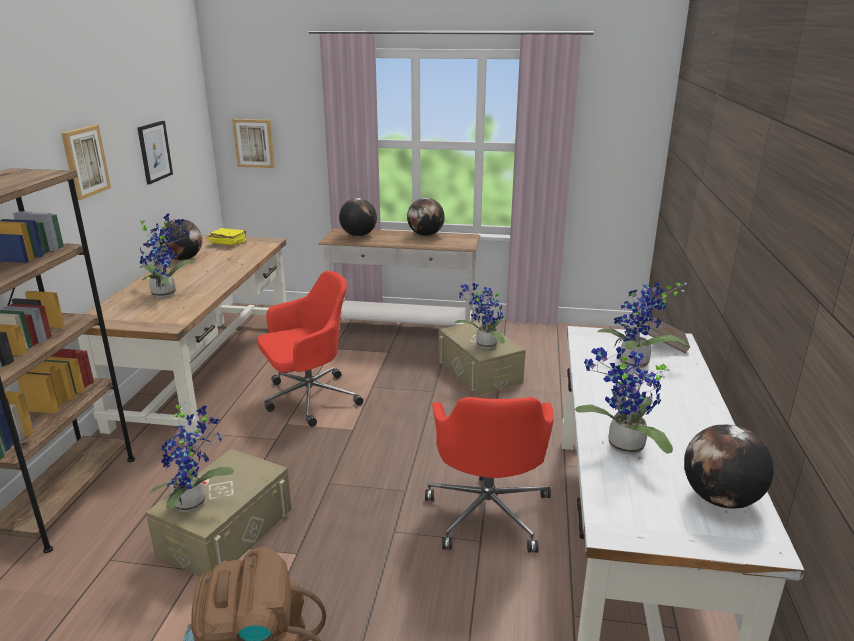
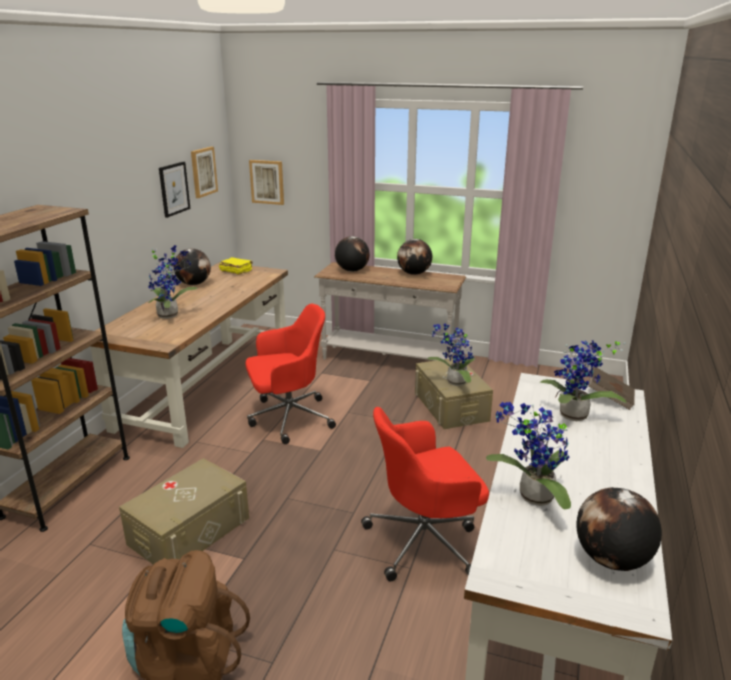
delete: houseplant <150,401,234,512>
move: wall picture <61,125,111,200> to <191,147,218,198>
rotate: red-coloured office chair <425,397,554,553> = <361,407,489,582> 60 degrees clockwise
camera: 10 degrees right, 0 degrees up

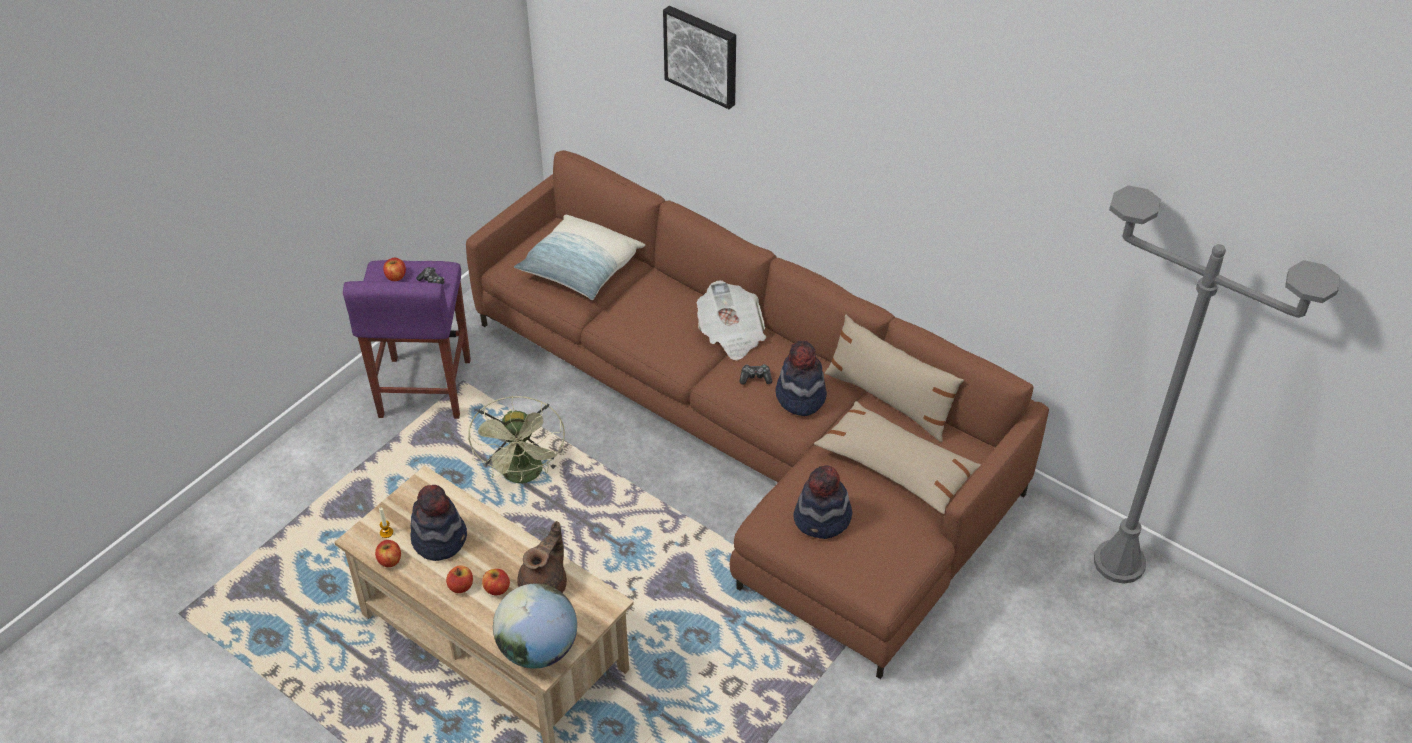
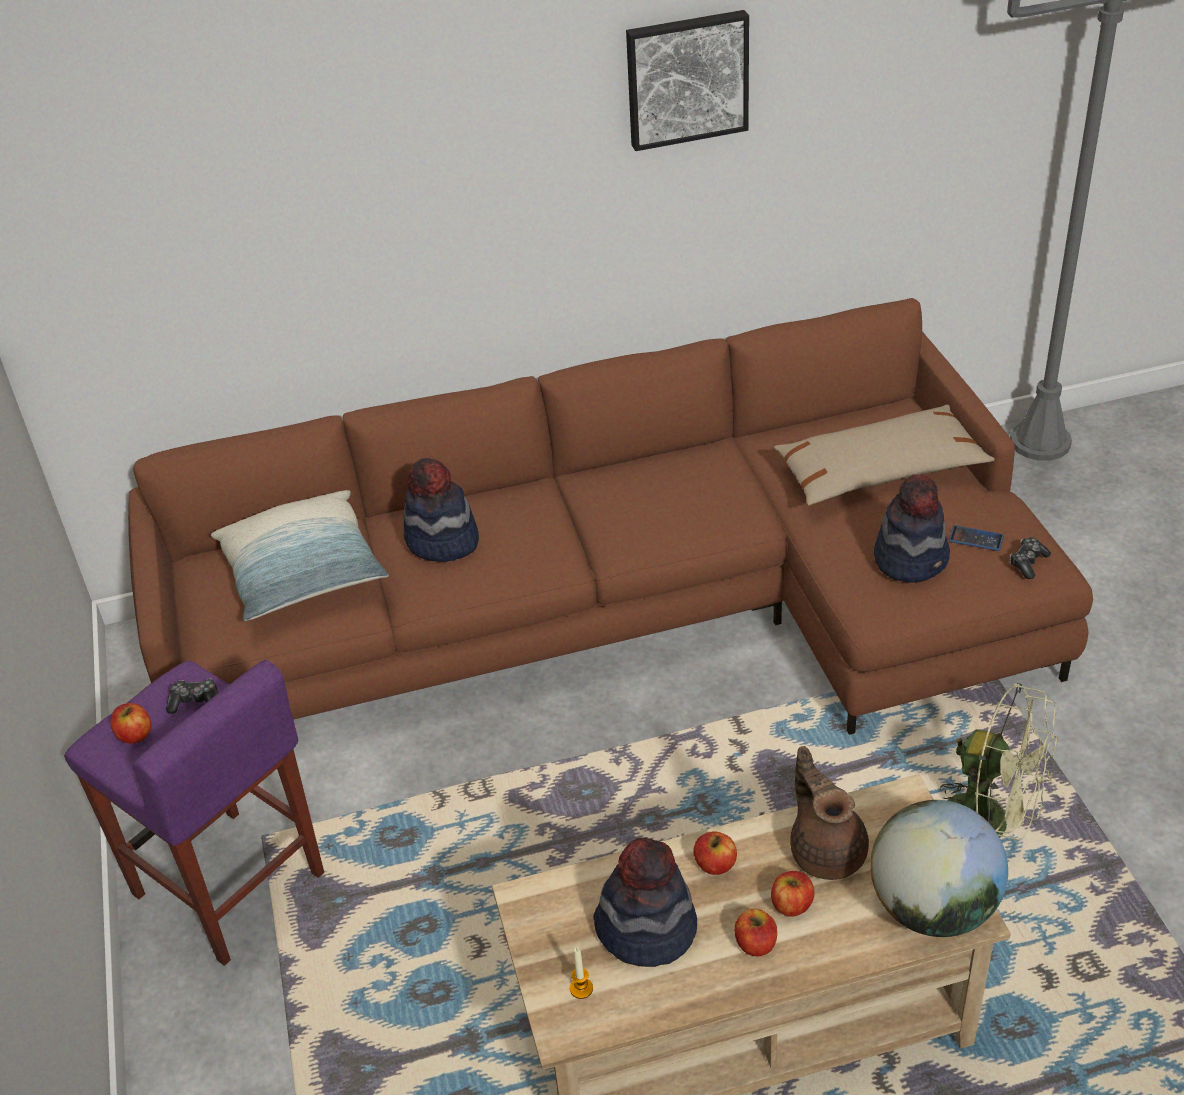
delete: newspaper <697,280,766,361>; beige cushion <825,315,964,442>
insert: handset <949,525,1004,551>
move: whole apple <375,540,401,567> to <693,831,737,875>; green-coloured fan <468,396,565,483> to <940,683,1058,841>; wall picture <663,6,736,109> to <626,10,749,151>; gamepad <740,364,772,385> to <1010,537,1051,579>; clothing hat <776,341,827,416> to <403,458,479,562>
camera: 50 degrees left, 5 degrees down

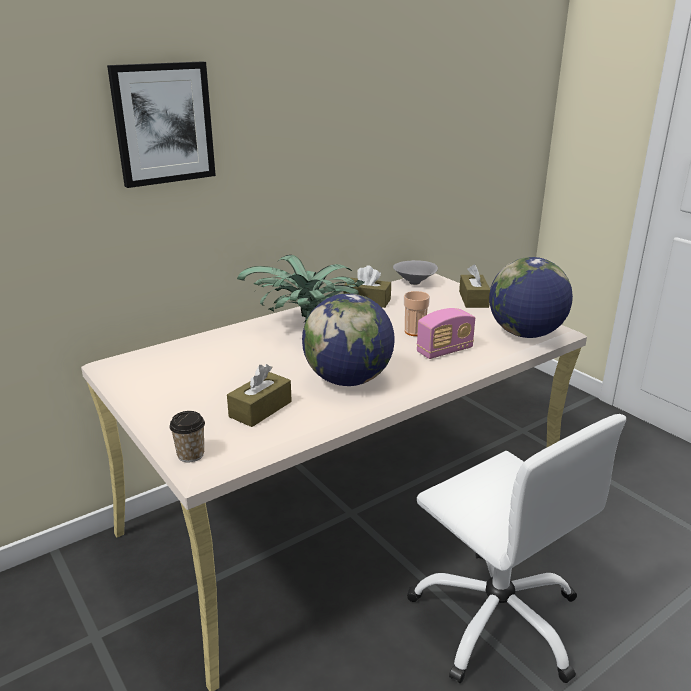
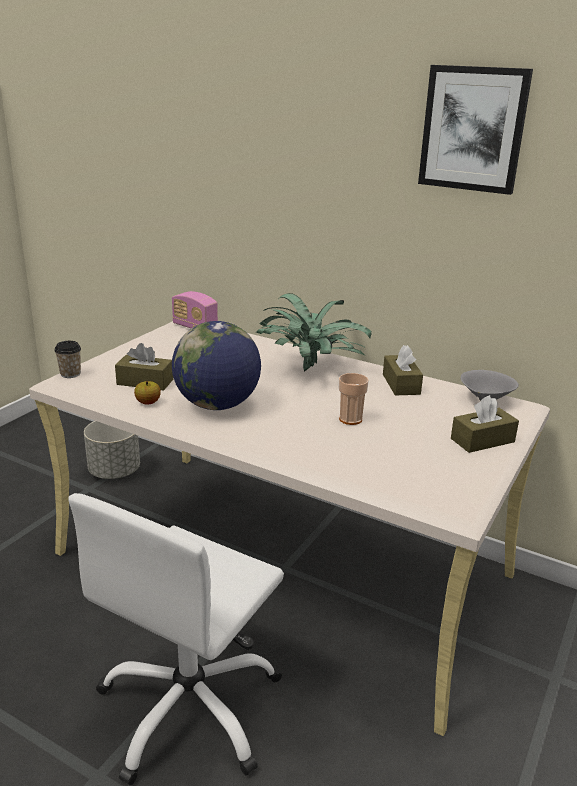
delete: world globe <489,257,573,338>
insert: greyish flower pot <84,421,140,479>; whole apple <134,381,161,405>
move: wall picture <107,61,216,188> to <418,65,533,195>; radio receiver <417,308,475,359> to <172,291,218,328>
camera: 65 degrees right, 0 degrees up

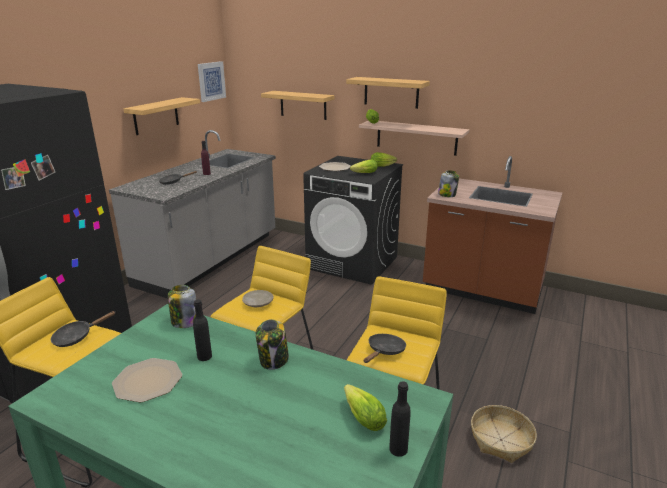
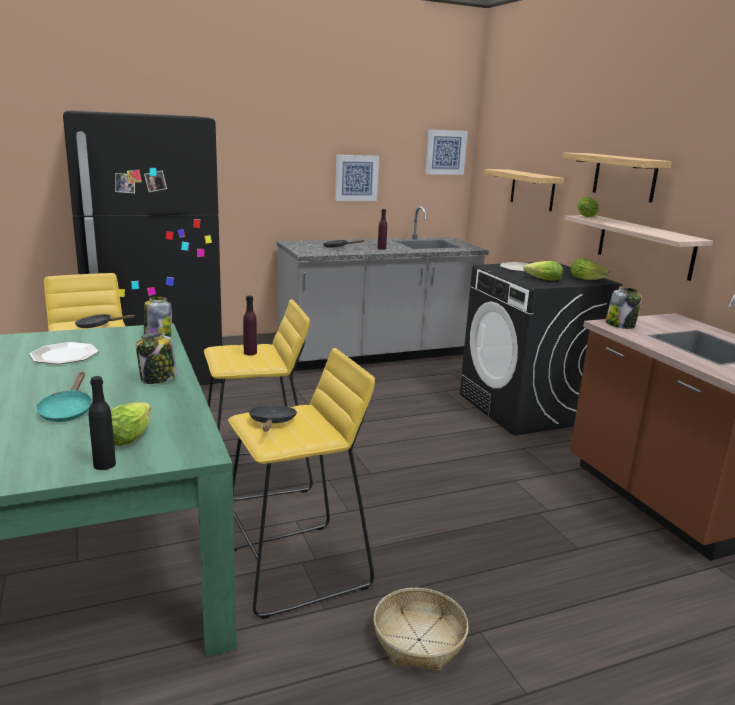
delete: blackish drink bottle <193,299,212,361>
insert: turquoise pan <36,372,92,422>
replace: bracket shelf <123,97,200,135> to wall picture <335,155,379,201>; beige dinner plate <242,290,274,307> to purple-coloured drink bottle <243,295,257,355>
rotate: blackish pan <364,334,406,363> = <248,405,297,431> 75 degrees counterclockwise
camera: 40 degrees right, 5 degrees down

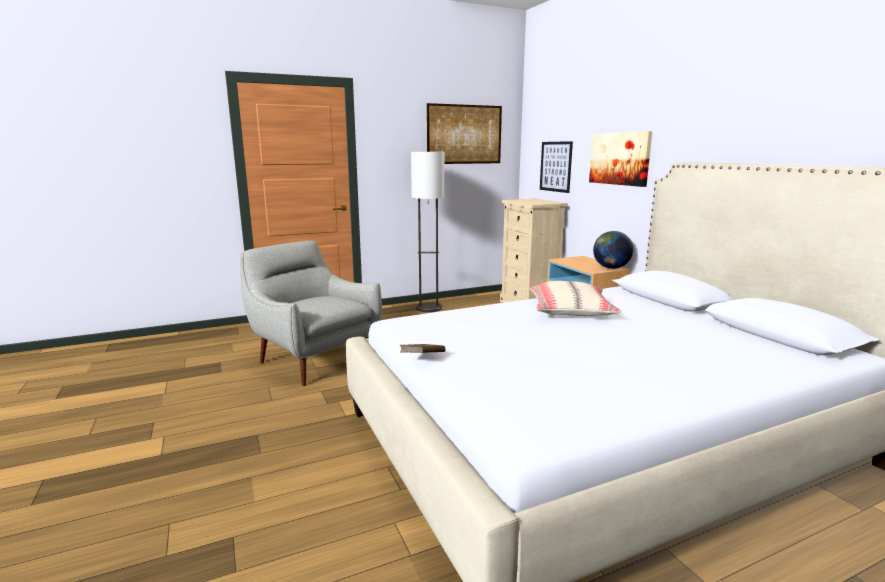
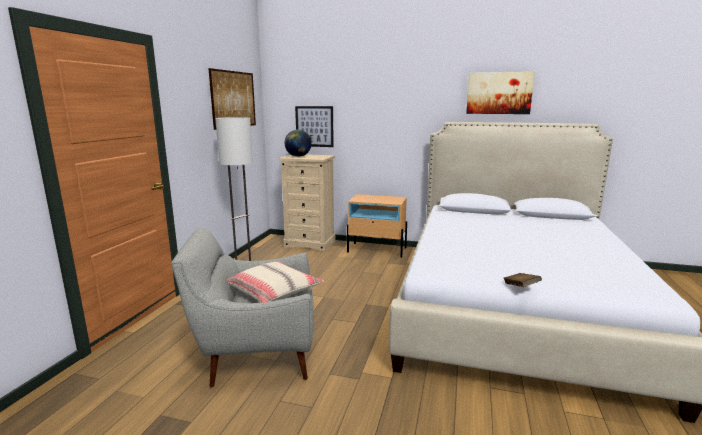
move: beige cushion <530,281,621,316> to <227,262,324,303>; wall picture <589,131,652,187> to <466,72,535,114>; world globe <593,231,633,269> to <285,130,312,157>
camera: 50 degrees left, 0 degrees up

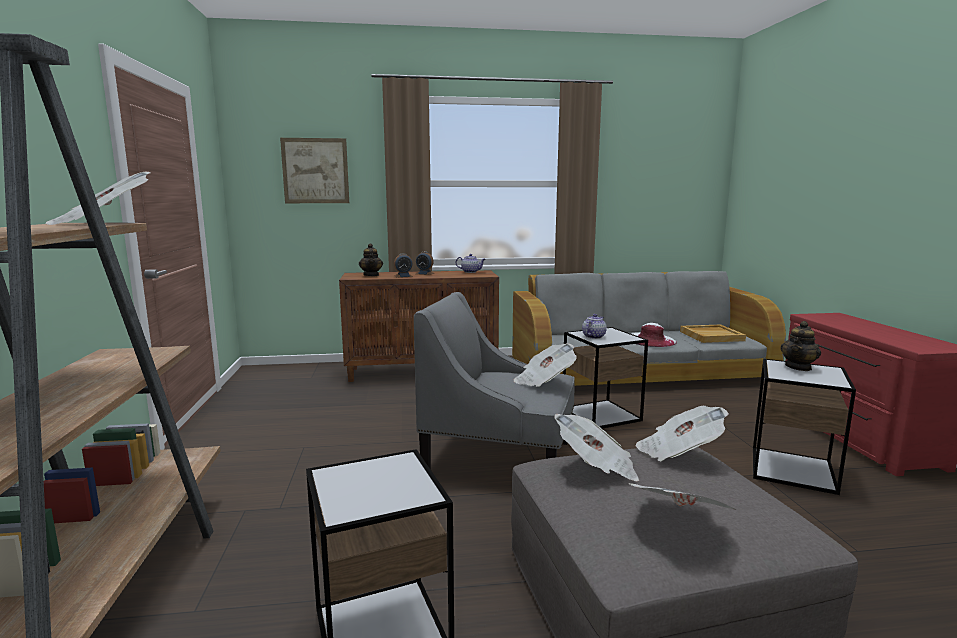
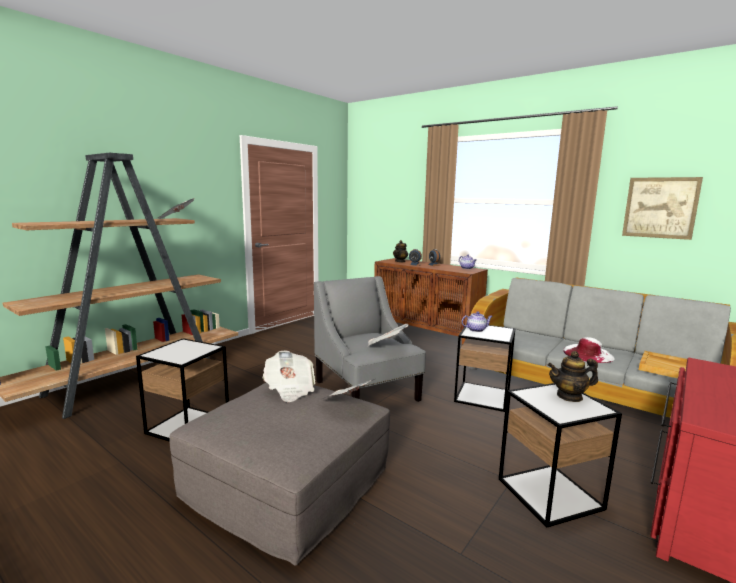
delete: newspaper <629,483,737,510>
move: wall picture <280,138,349,203> to <622,177,703,240>
camera: 45 degrees right, 0 degrees up

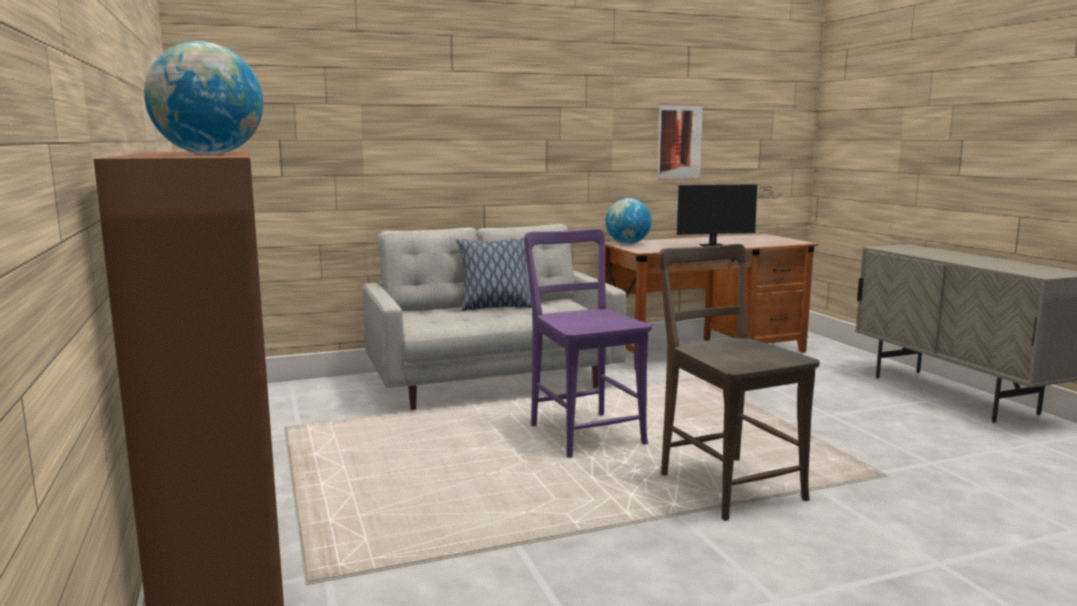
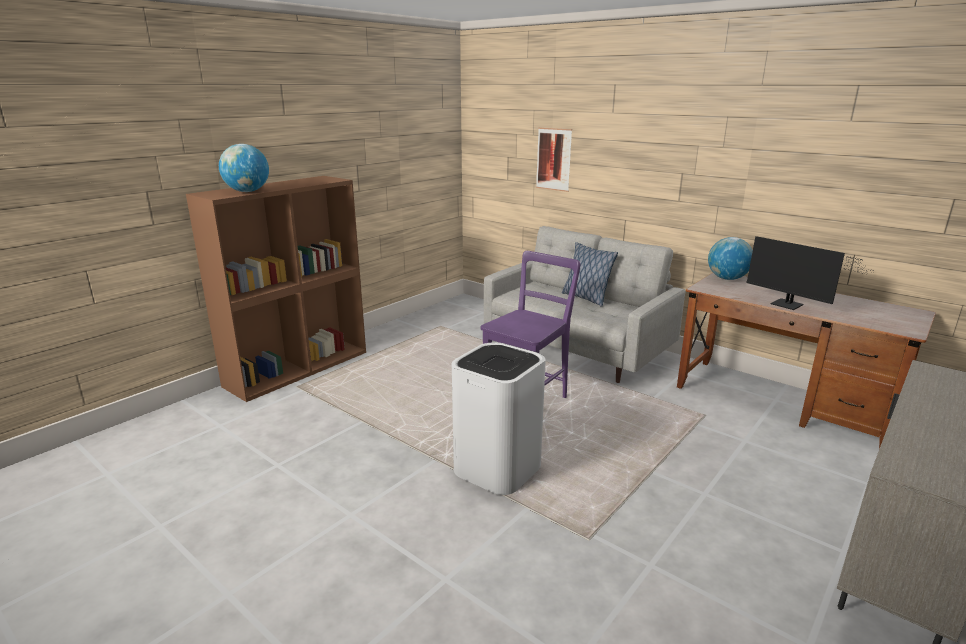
move: wall picture <657,104,703,180> to <536,128,572,192>
replace: brown chair <659,244,820,521> to whitish trash can <452,342,546,495>
camera: 60 degrees right, 10 degrees up

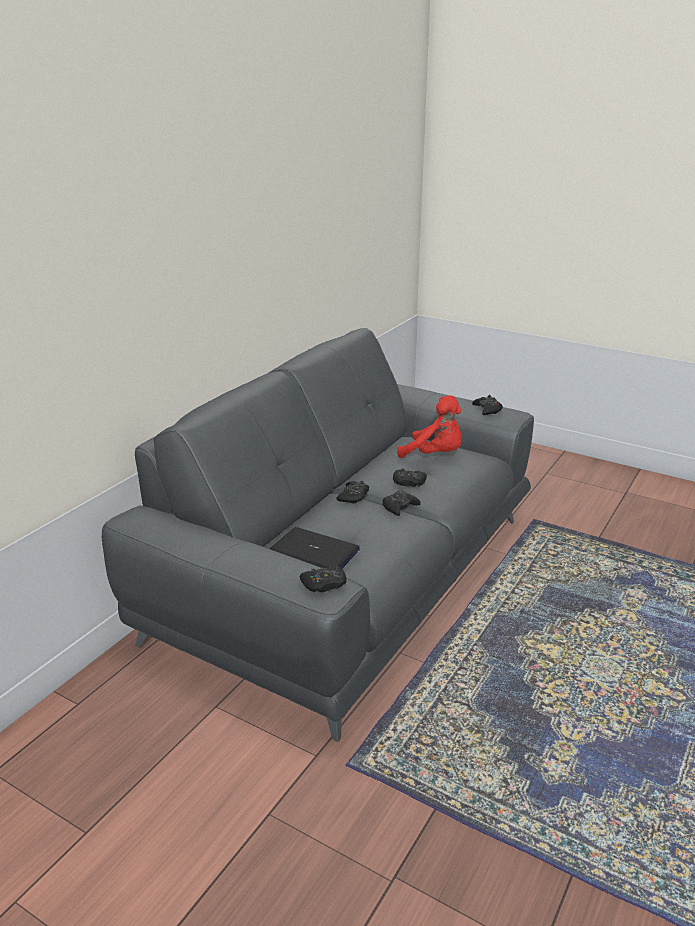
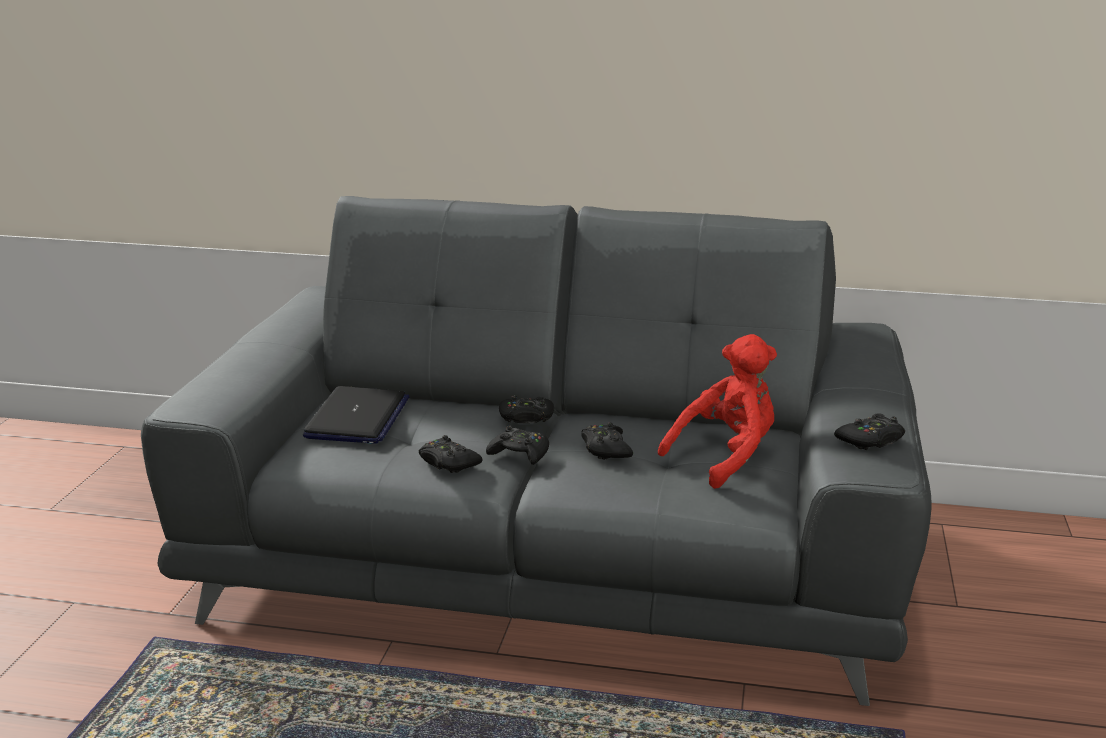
move: blackish gamepad <300,565,347,592> to <419,435,482,473>
rotate: red-coloured soft toy <397,395,462,458> = <658,334,777,489> 135 degrees counterclockwise
camera: 70 degrees right, 5 degrees down

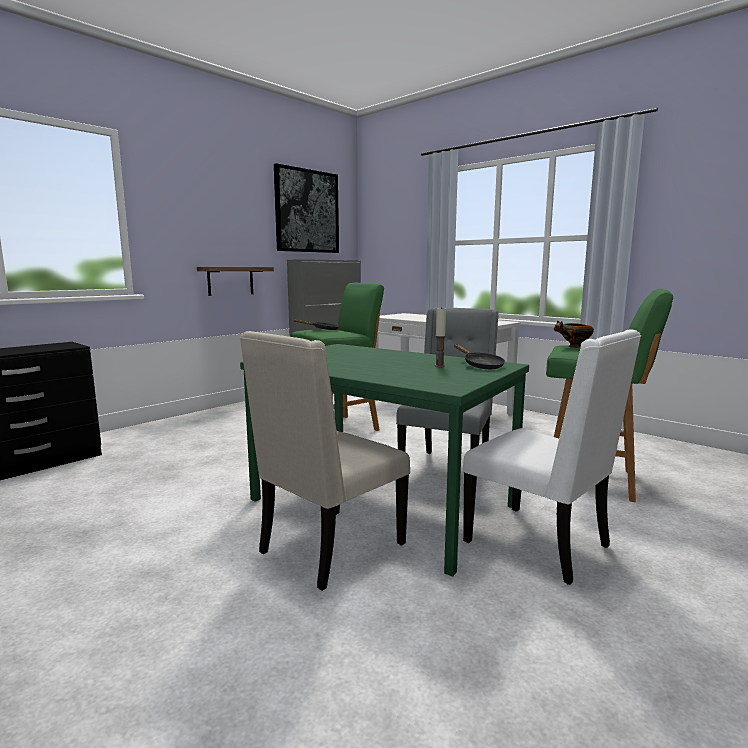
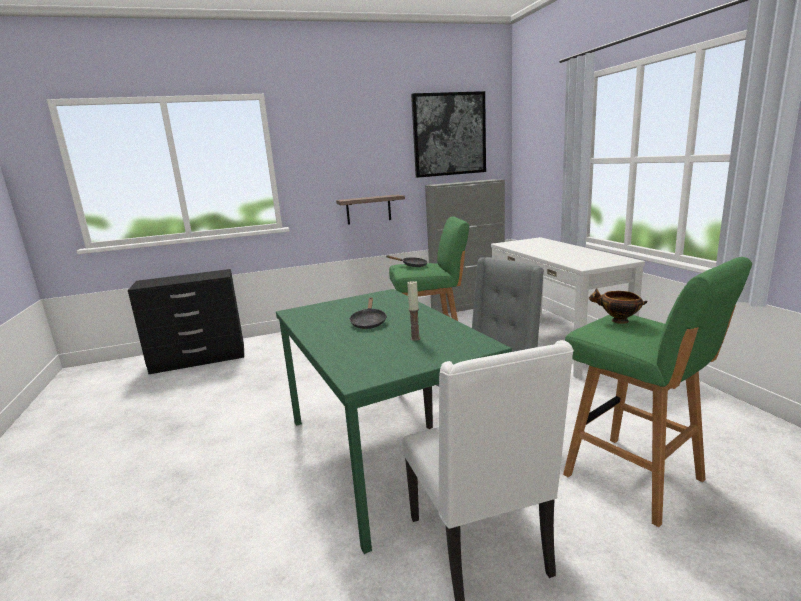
delete: beige chair <240,331,410,591>
move: blackish pan <454,344,505,369> to <349,297,387,329>
camera: 30 degrees right, 5 degrees up

